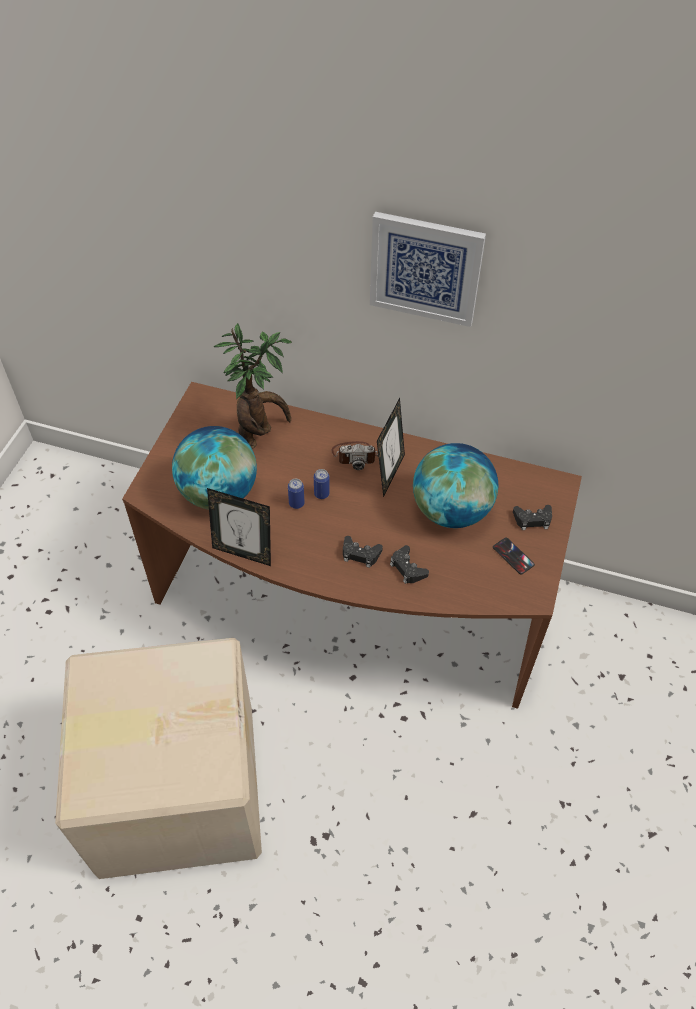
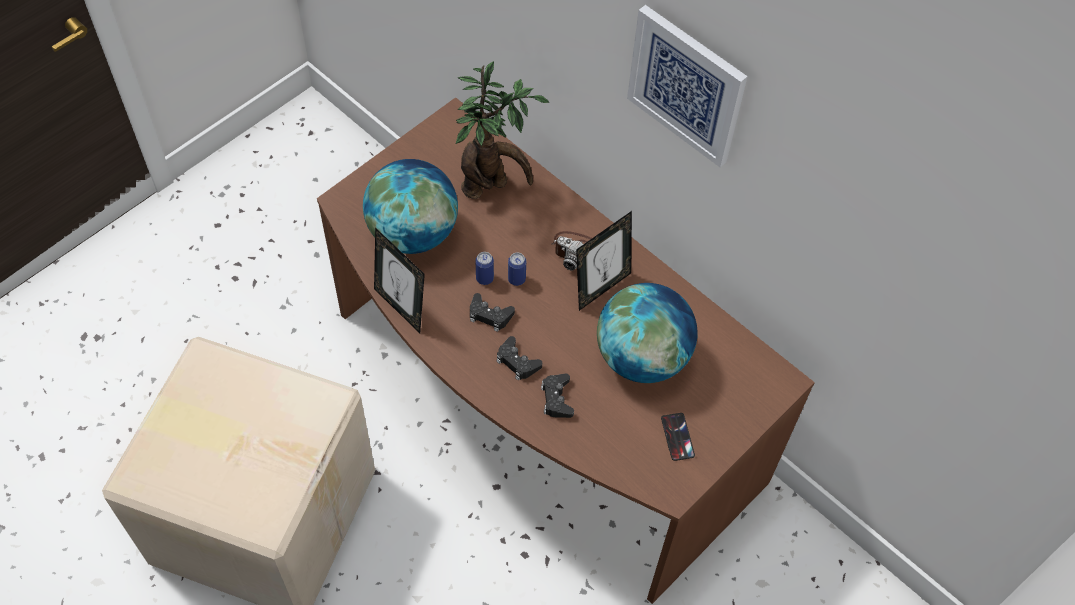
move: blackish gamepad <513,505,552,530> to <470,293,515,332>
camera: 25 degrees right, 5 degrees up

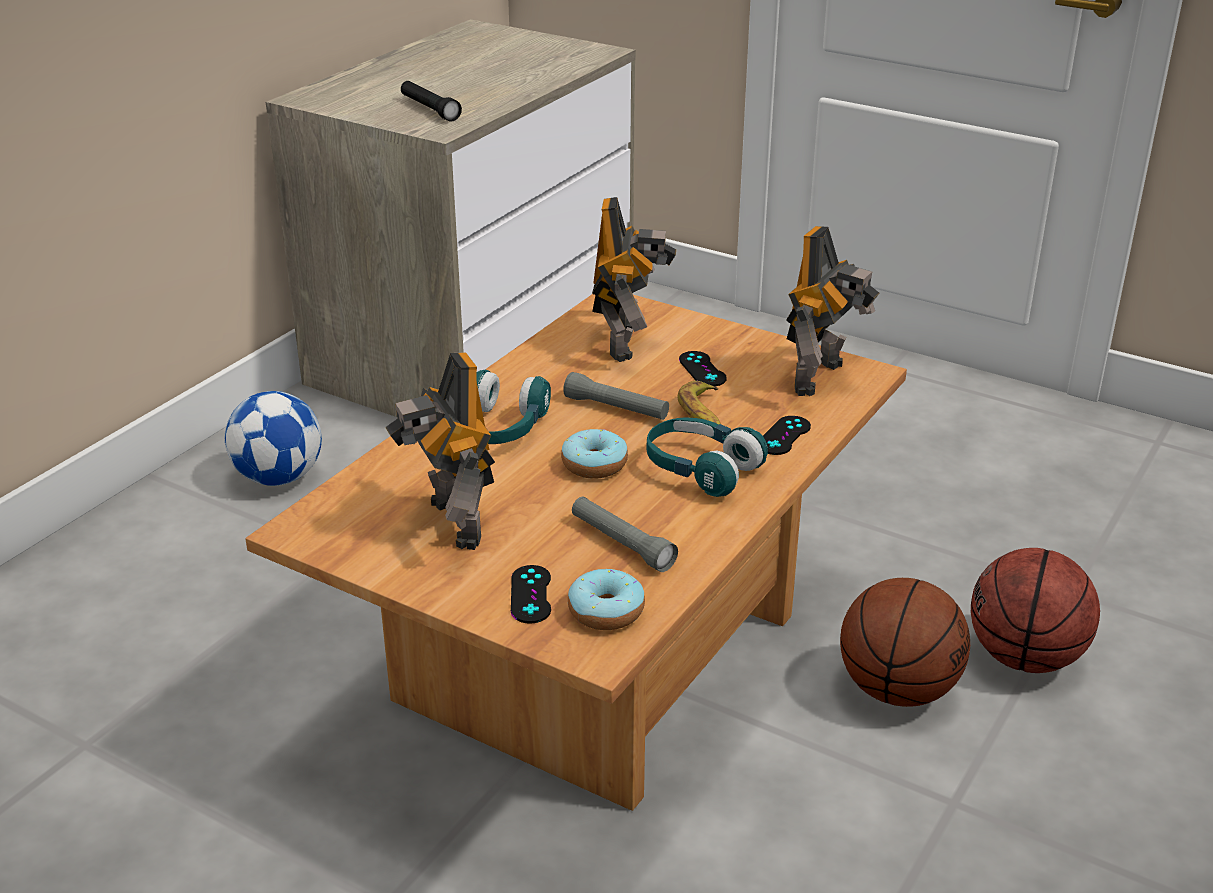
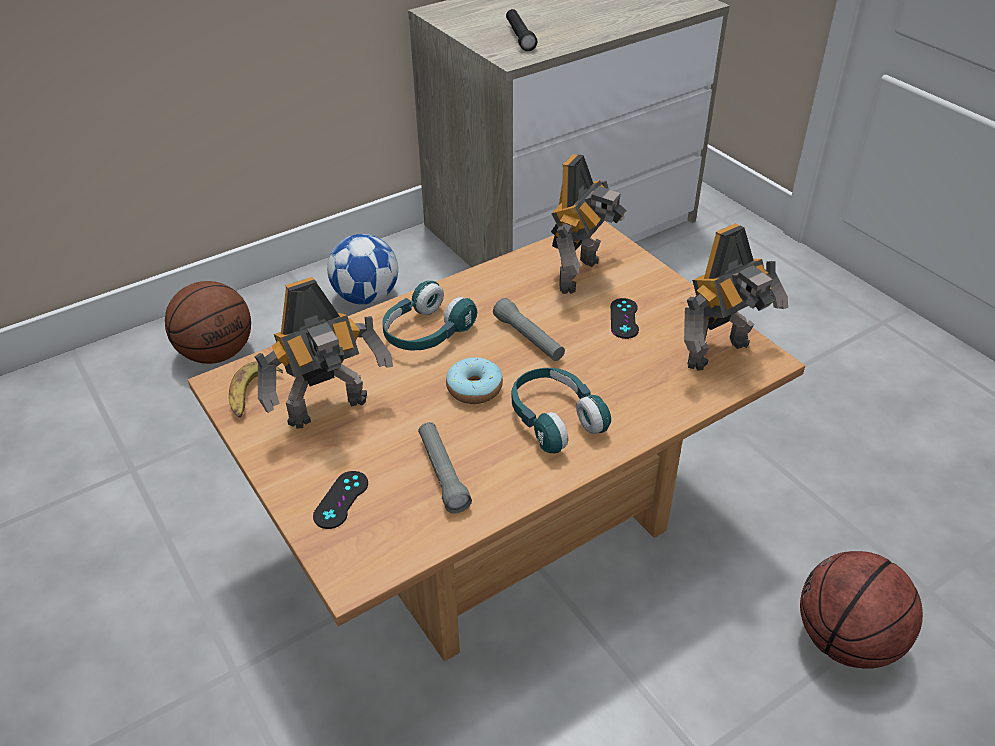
delete: donut <568,569,645,630>; blackish gamepad <763,416,811,455>
move: banana <678,381,721,424> to <229,361,283,418>; basketball <840,578,970,707> to <165,281,251,364>
rotate: robot figure <385,352,495,550> = <254,277,393,429> 120 degrees counterclockwise
camera: 25 degrees right, 10 degrees up

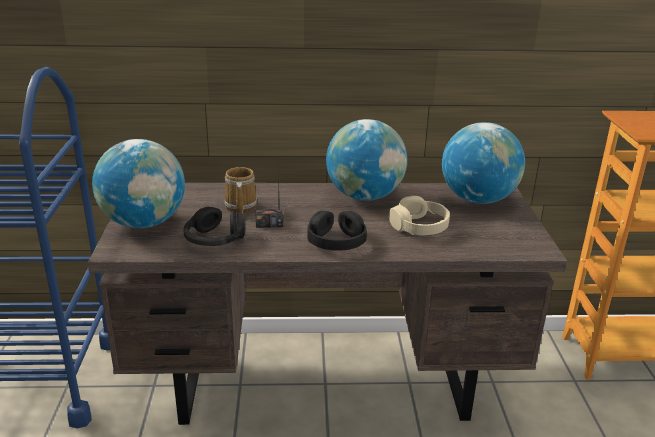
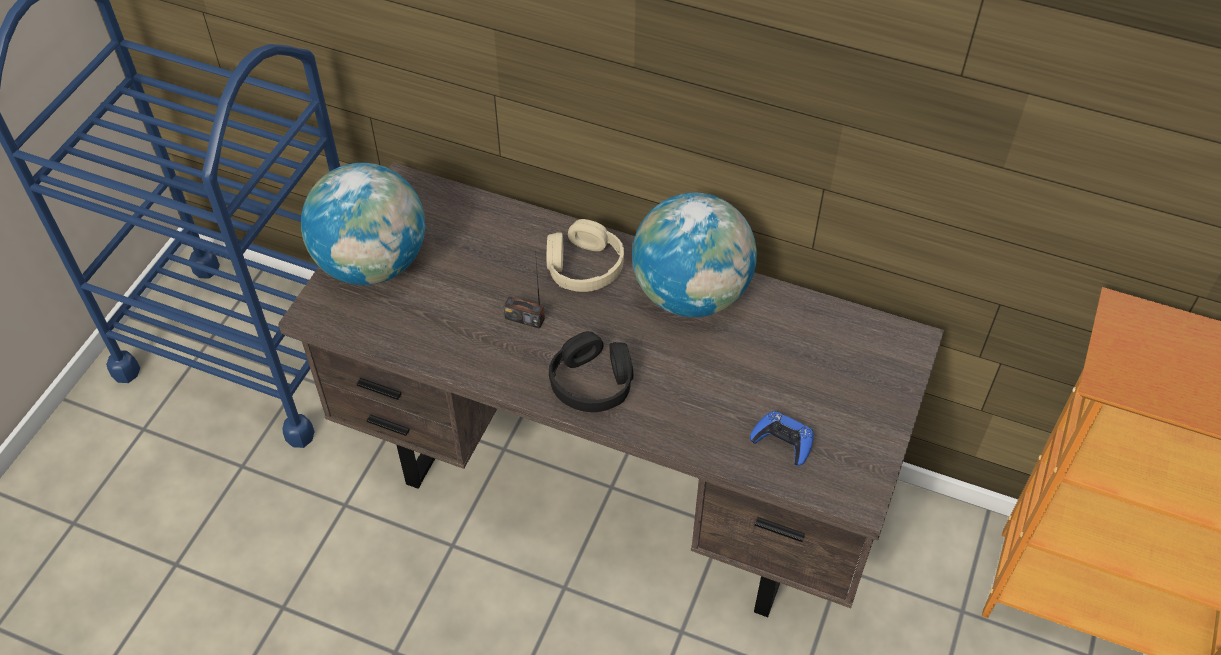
delete: blackish headset <184,207,245,246>; tea mug <224,167,257,214>; world globe <442,122,525,204>
insert: blue gamepad <750,411,814,466>
move: beige headset <389,196,450,235> to <547,219,624,292>
camera: 25 degrees right, 25 degrees up

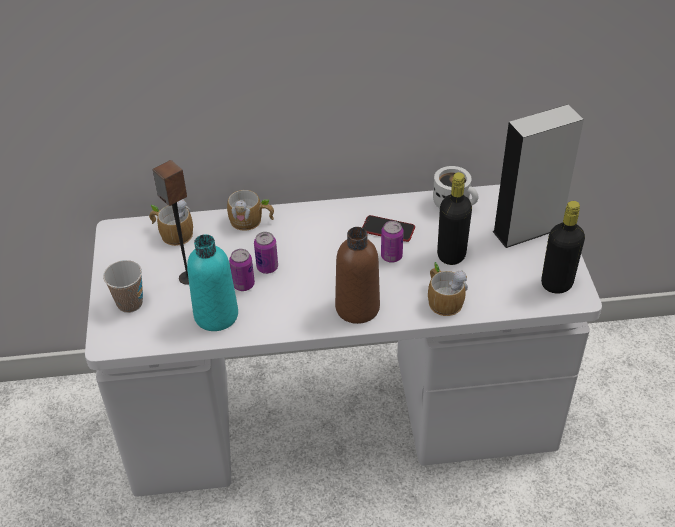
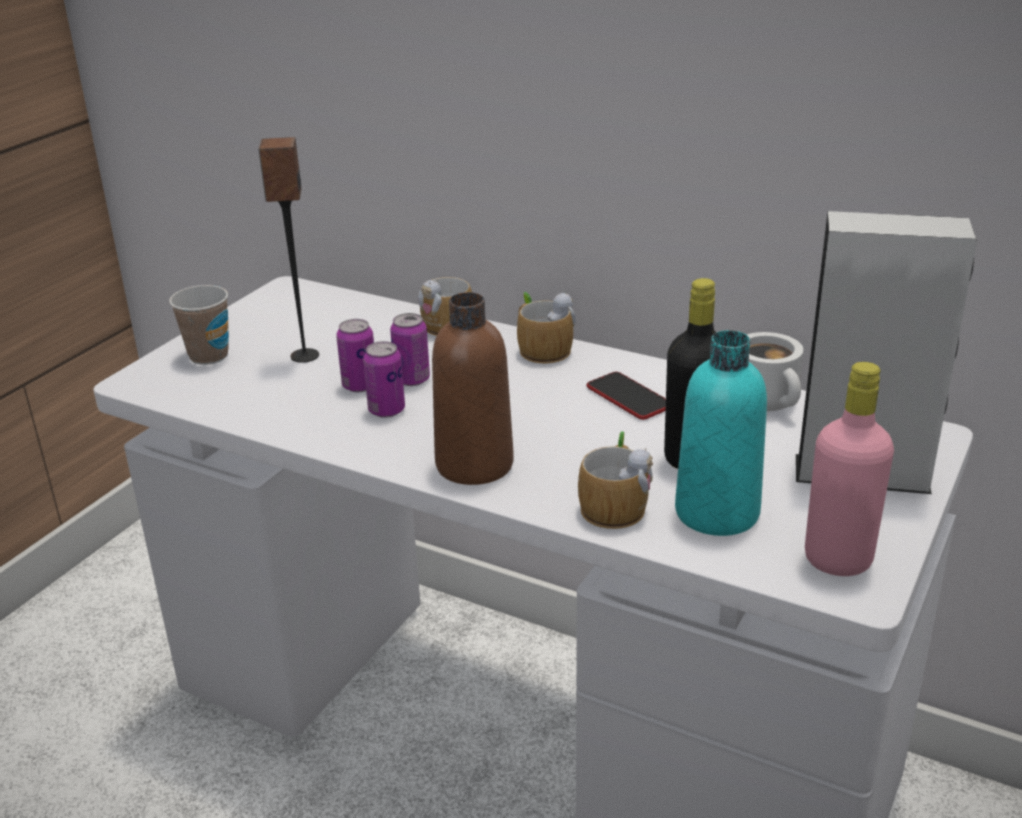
move: tea mug <149,199,193,246> to <517,291,576,363>; turquoise drink bottle <187,234,238,331> to <675,330,767,536>; metal can <381,221,404,263> to <363,341,405,418>
recolor: blackish drink bottle <541,201,585,294> to pink drink bottle <805,362,894,576>
camera: 35 degrees right, 15 degrees down

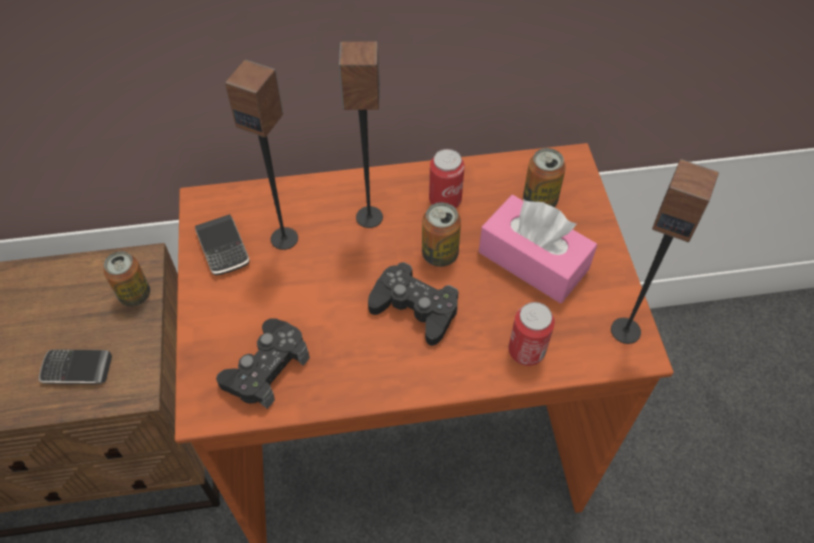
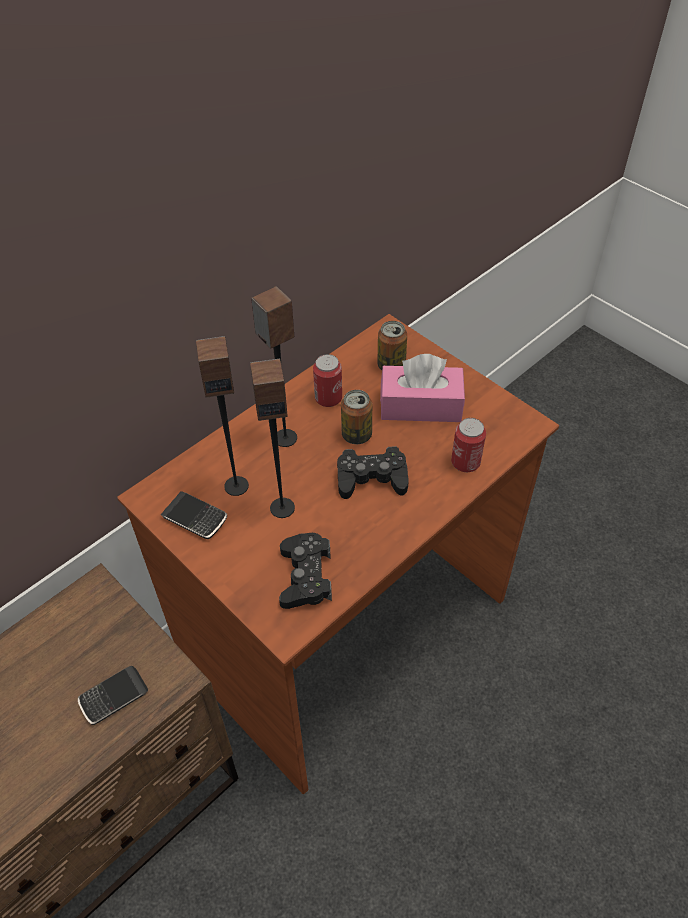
delete: metal can <103,251,150,306>
move: loudspeaker <611,159,719,344> to <250,359,295,518>
camera: 35 degrees left, 5 degrees down

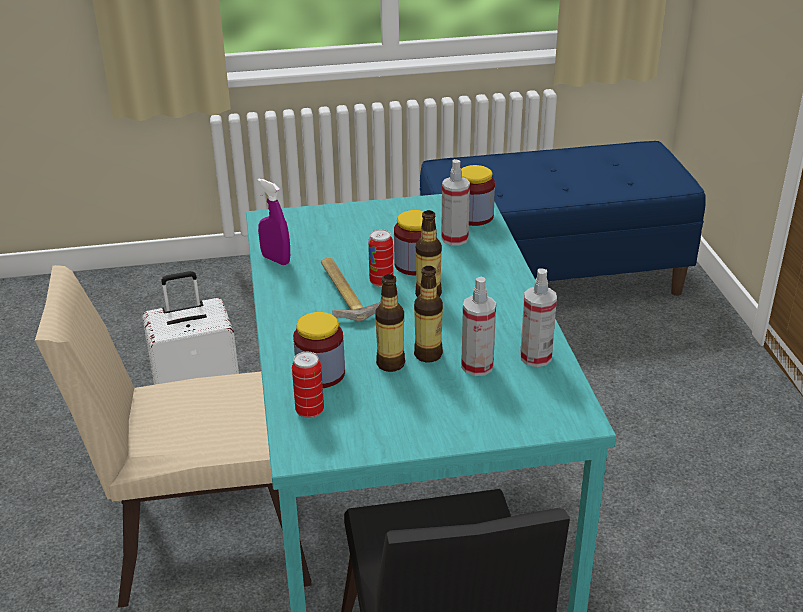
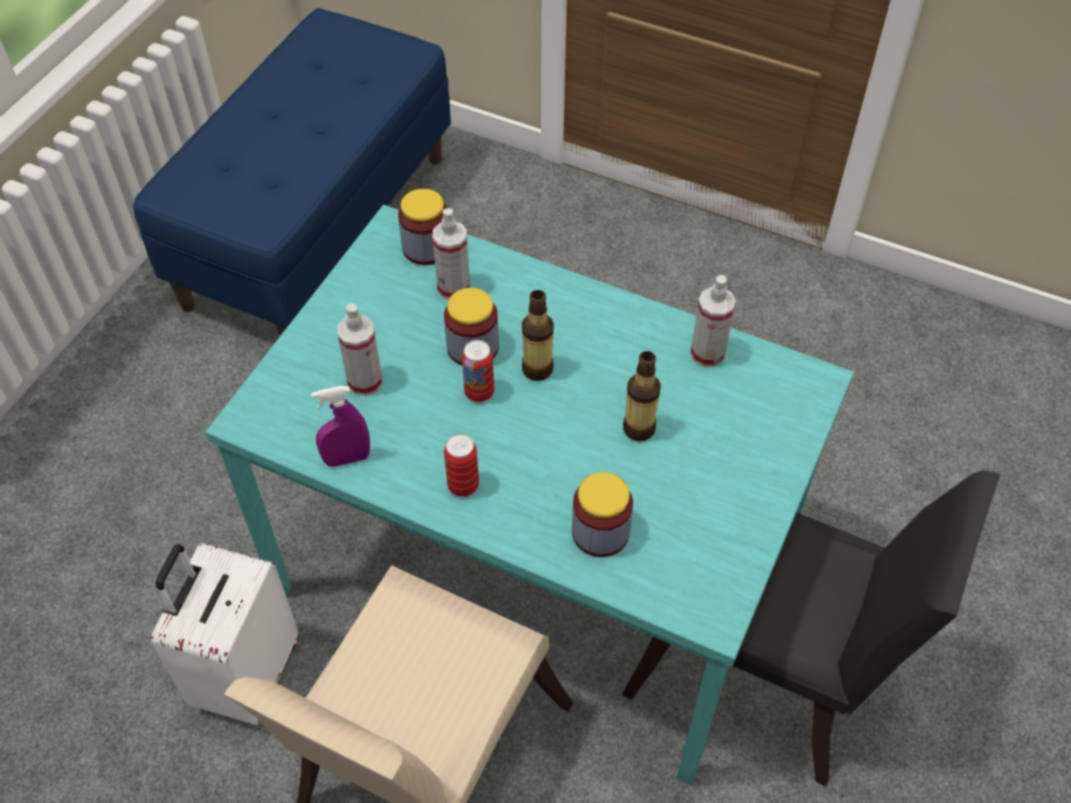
delete: tool hammer <321,258,381,321>; drink bottle <375,274,405,372>
move: metal can <292,352,324,418> to <444,434,479,497>; hand sprayer <461,277,496,376> to <337,303,382,396>
camera: 55 degrees left, 20 degrees up

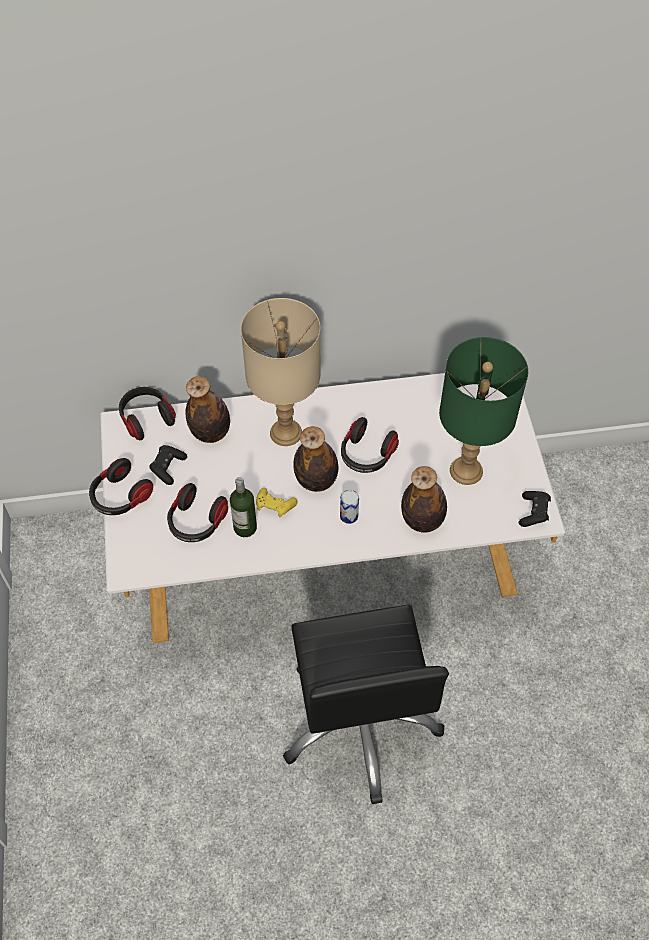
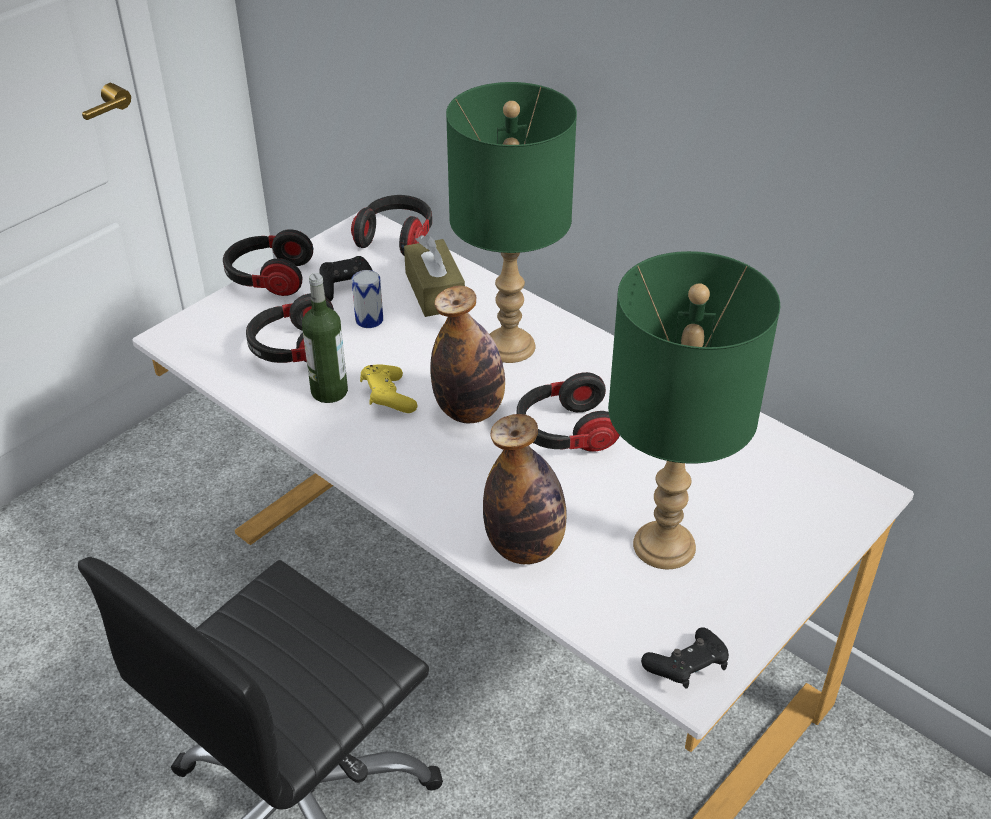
move: metal can <340,490,359,524> to <352,270,383,328>
replace: drink bottle <185,376,230,443> to brown tissue box <404,234,465,317>
recolor: beige tabletop lamp <241,298,321,446> to green-coloured tabletop lamp <446,82,577,363>
camera: 50 degrees right, 15 degrees down

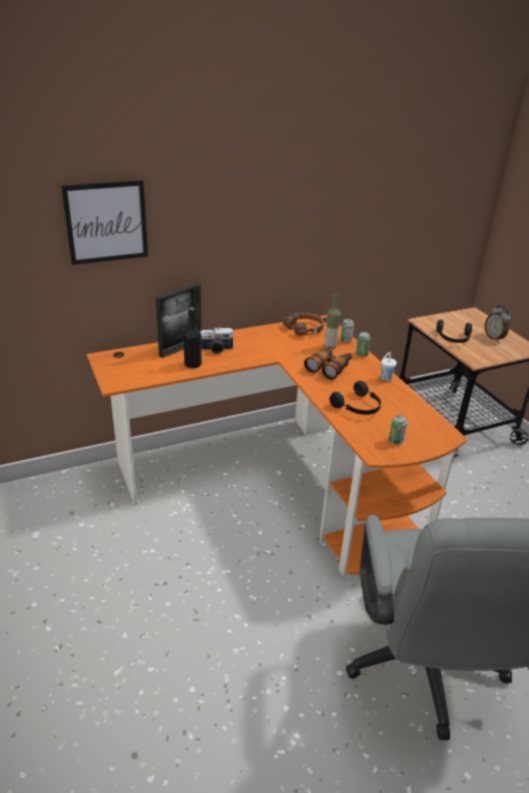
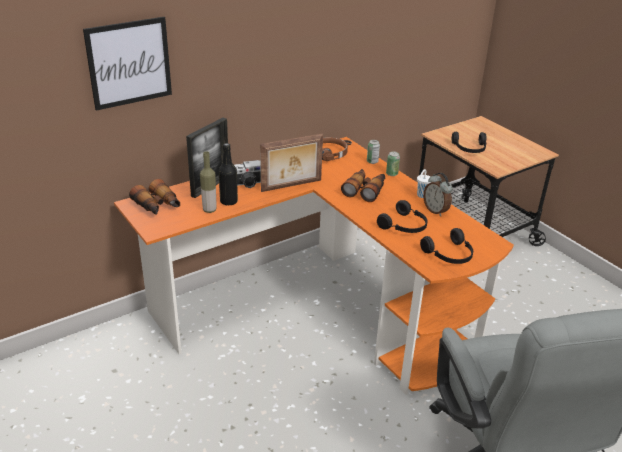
insert: field glasses <129,179,180,215>; photo frame <260,134,323,192>
move: drink bottle <324,293,341,349> to <200,151,217,213>; bedside clock <485,305,511,342> to <423,173,453,217>
replace: metal can <389,415,407,445> to blackish headset <420,228,473,264>
camera: 10 degrees left, 0 degrees up

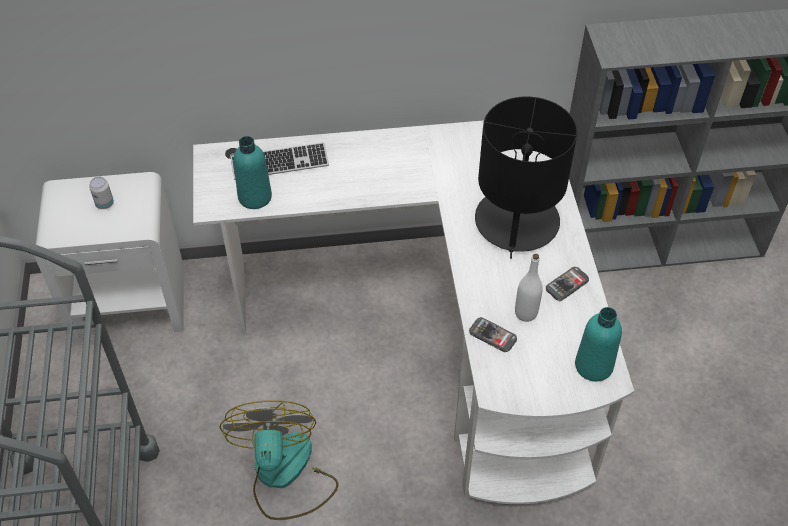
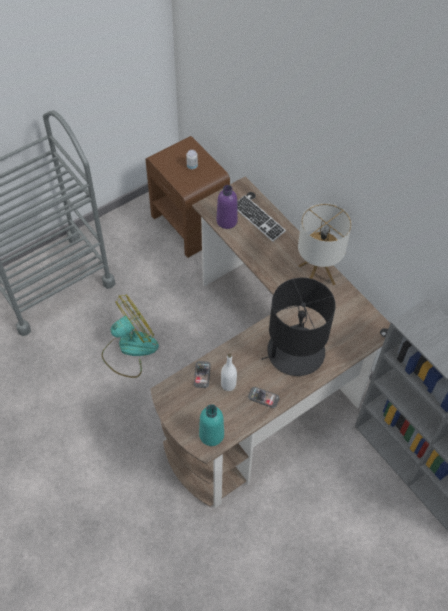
insert: tabletop lamp <298,203,352,285>
recolor: whitish nightstand <34,172,184,342> to brown nightstand <145,136,230,258>; whitish desk table <193,120,634,504> to brown desk table <151,177,390,508>; turquoise drink bottle <233,136,272,209> to purple-coloured drink bottle <217,185,238,229>
camera: 60 degrees right, 5 degrees up

